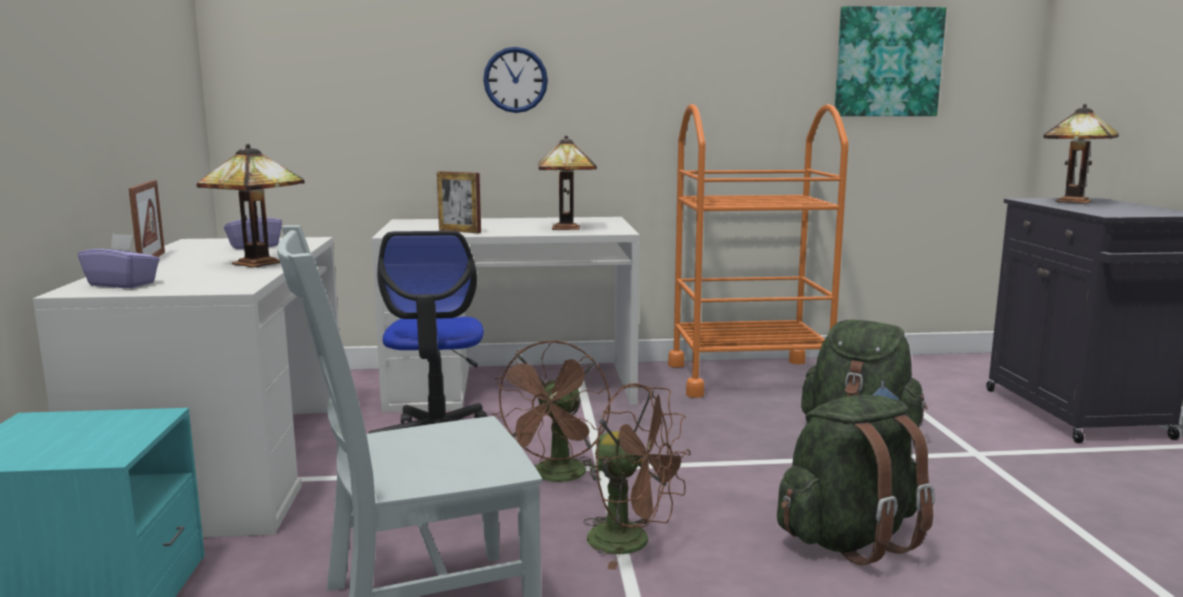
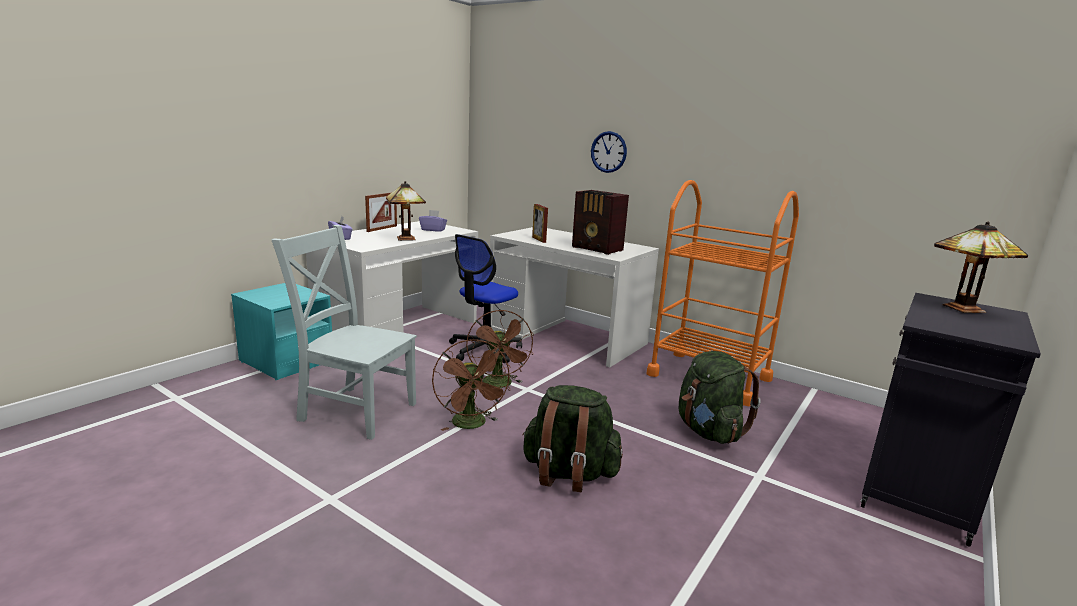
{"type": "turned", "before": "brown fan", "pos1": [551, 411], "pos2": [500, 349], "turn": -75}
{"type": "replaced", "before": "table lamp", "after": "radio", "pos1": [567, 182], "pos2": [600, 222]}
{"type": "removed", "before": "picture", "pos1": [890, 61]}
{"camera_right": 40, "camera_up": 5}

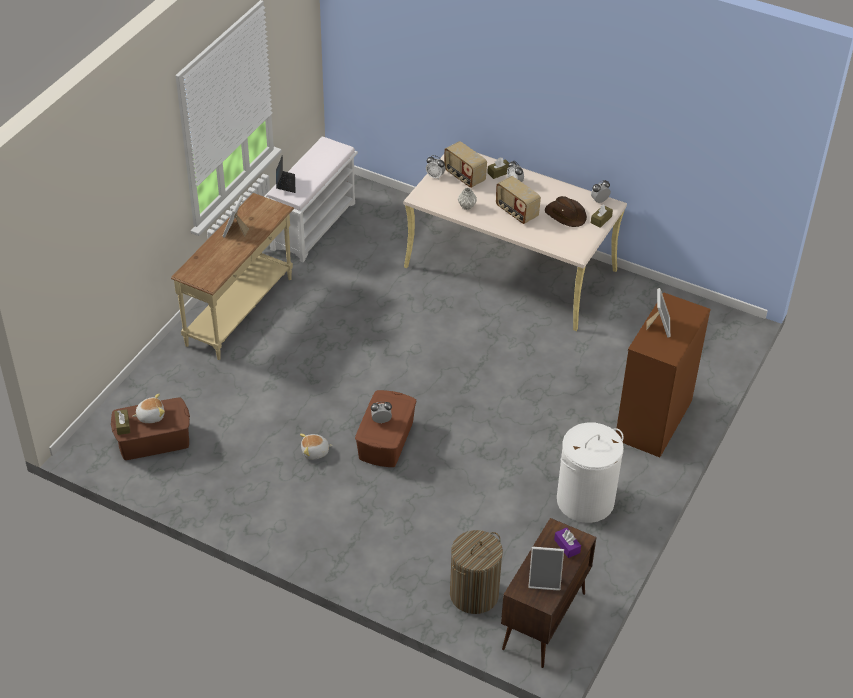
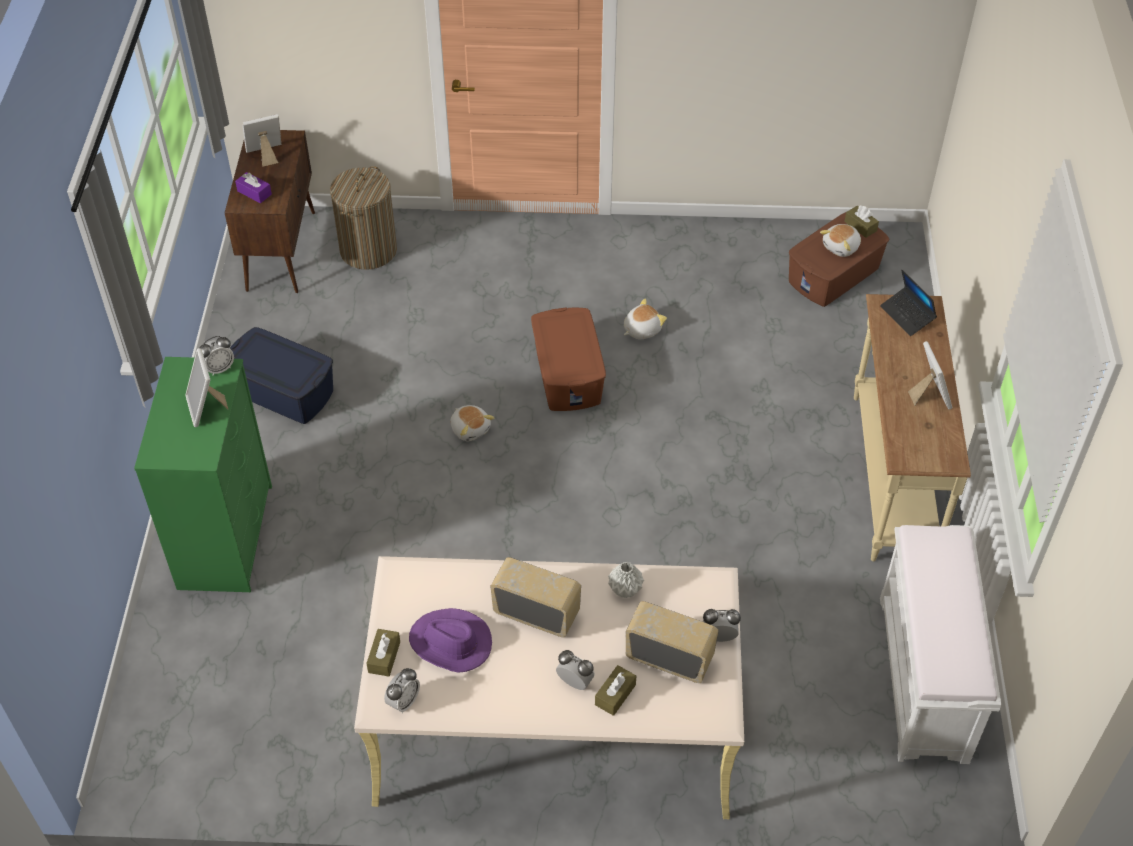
{"type": "moved", "before": "laptop", "pos1": [286, 174], "pos2": [908, 303]}
{"type": "moved", "before": "alarm clock", "pos1": [381, 412], "pos2": [216, 356]}
{"type": "recoloured", "before": "brown hat", "after": "purple hat", "pos1": [566, 211], "pos2": [450, 640]}
{"type": "replaced", "before": "white laundry basket", "after": "blue storage box", "pos1": [590, 472], "pos2": [281, 375]}
{"type": "recoloured", "before": "brown dresser", "after": "green dresser", "pos1": [663, 374], "pos2": [203, 474]}
{"type": "added", "after": "plush toy", "pos2": [472, 423]}
{"camera_right": 155, "camera_up": 5}

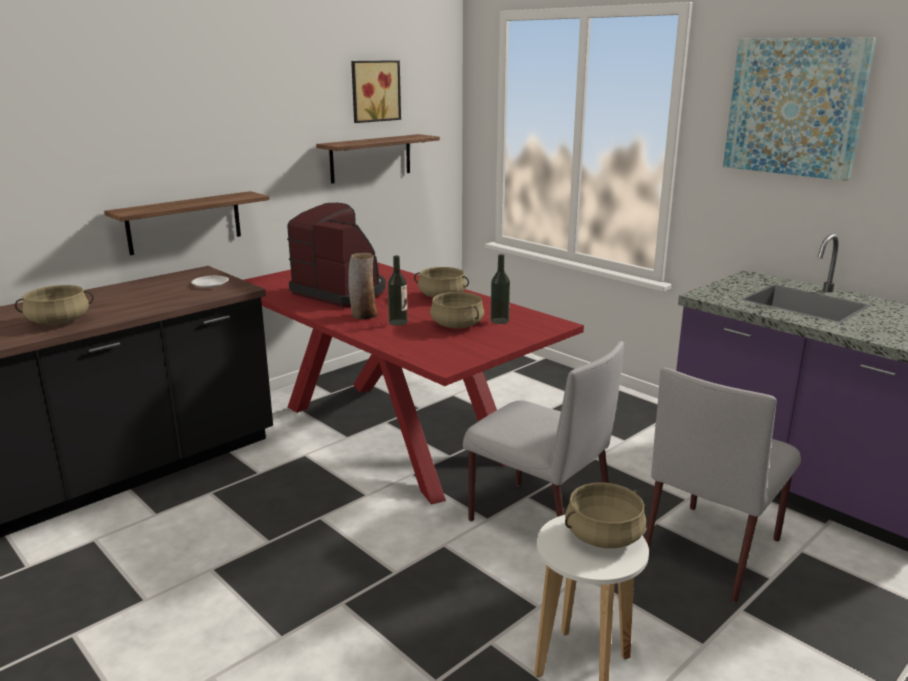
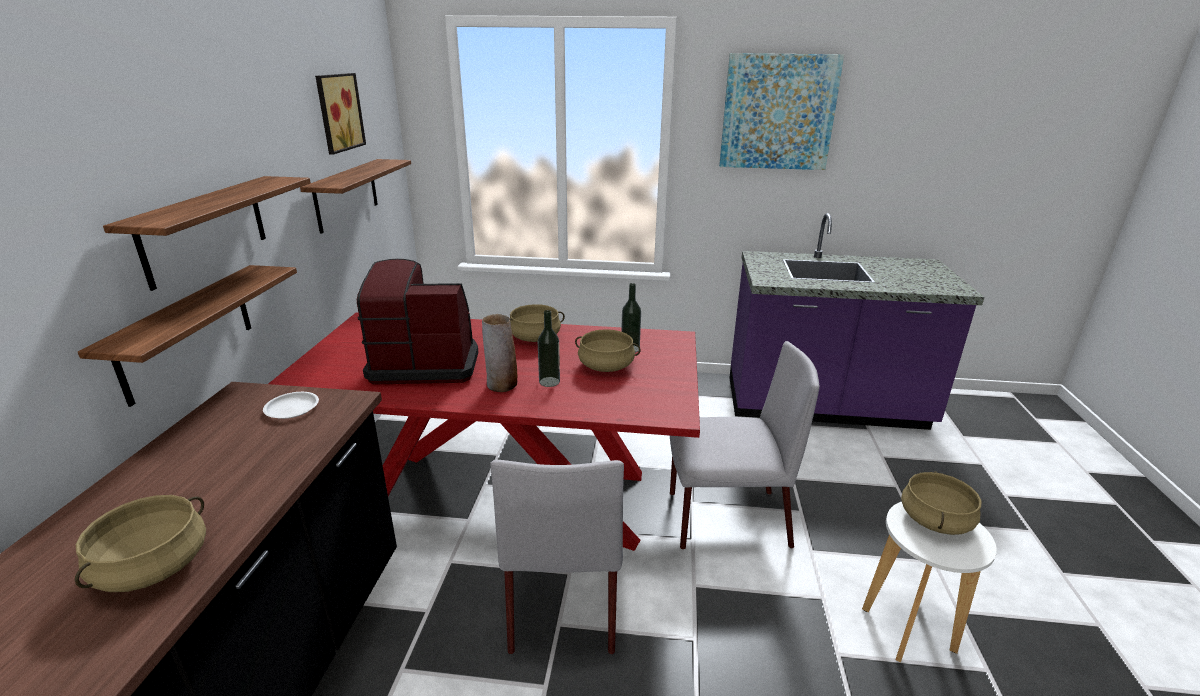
{"type": "moved", "before": "grey chair", "pos1": [723, 485], "pos2": [557, 557]}
{"type": "added", "after": "shelf", "pos2": [207, 233]}
{"camera_right": -40, "camera_up": 5}

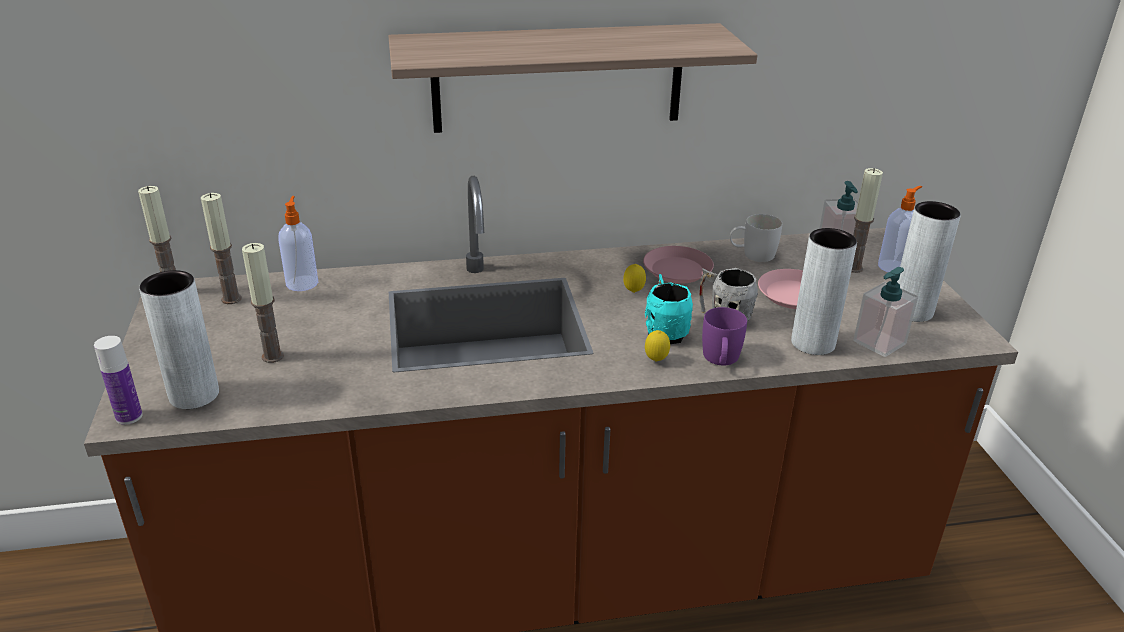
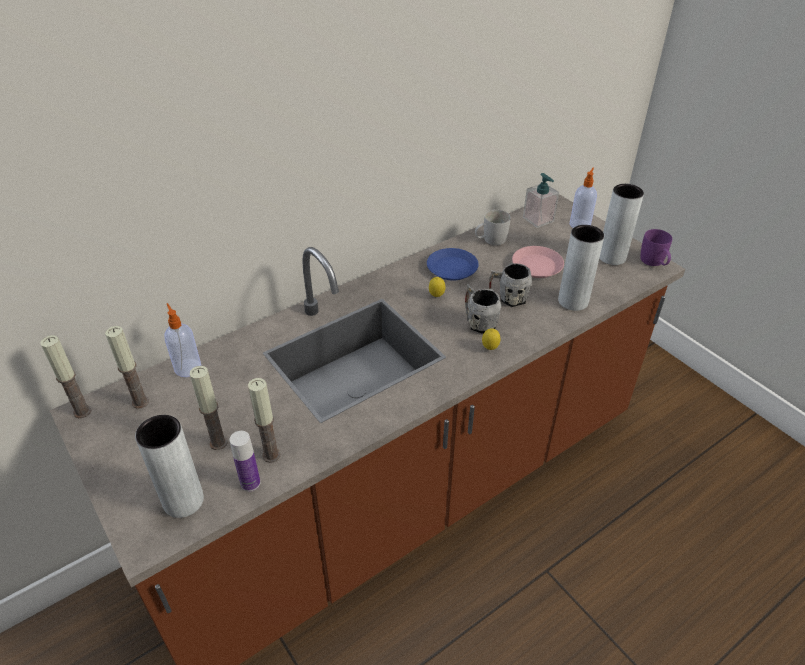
{"type": "moved", "before": "bottle", "pos1": [118, 380], "pos2": [244, 461]}
{"type": "removed", "before": "shelf", "pos1": [572, 78]}
{"type": "recoloured", "before": "pink plate", "after": "blue plate", "pos1": [678, 265], "pos2": [453, 264]}
{"type": "recoloured", "before": "turquoise mug", "after": "grey mug", "pos1": [669, 309], "pos2": [483, 309]}
{"type": "moved", "before": "purple mug", "pos1": [724, 336], "pos2": [656, 247]}
{"type": "moved", "before": "candle", "pos1": [867, 220], "pos2": [264, 420]}
{"type": "removed", "before": "soap dispenser", "pos1": [885, 312]}
{"camera_right": -25, "camera_up": 10}

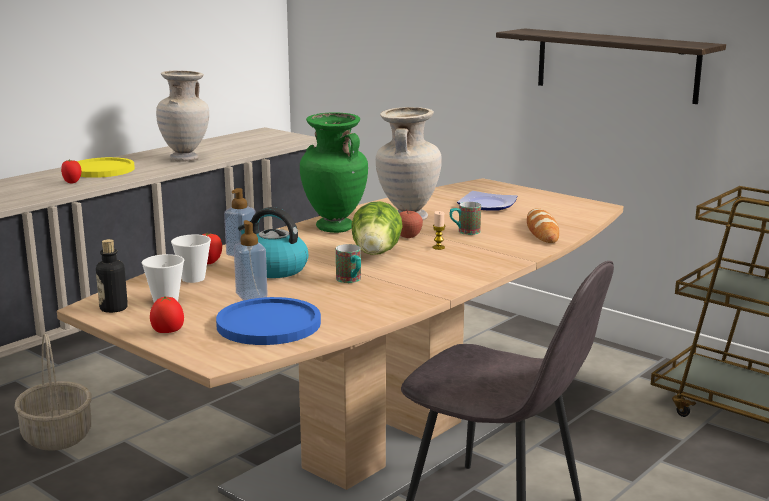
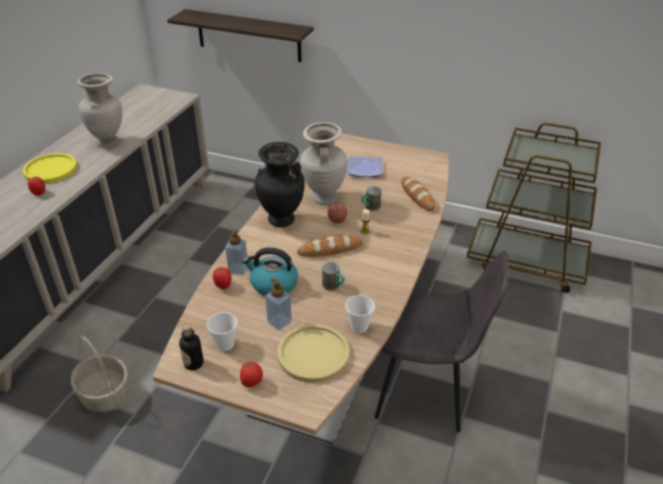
{"type": "moved", "before": "cup", "pos1": [191, 259], "pos2": [360, 314]}
{"type": "recoloured", "before": "blue plate", "after": "yellow plate", "pos1": [268, 321], "pos2": [313, 353]}
{"type": "recoloured", "before": "green vase", "after": "black vase", "pos1": [334, 173], "pos2": [280, 184]}
{"type": "replaced", "before": "lettuce", "after": "bread", "pos1": [377, 228], "pos2": [330, 246]}
{"type": "moved", "before": "shelf", "pos1": [611, 66], "pos2": [240, 35]}
{"camera_right": -20, "camera_up": 20}

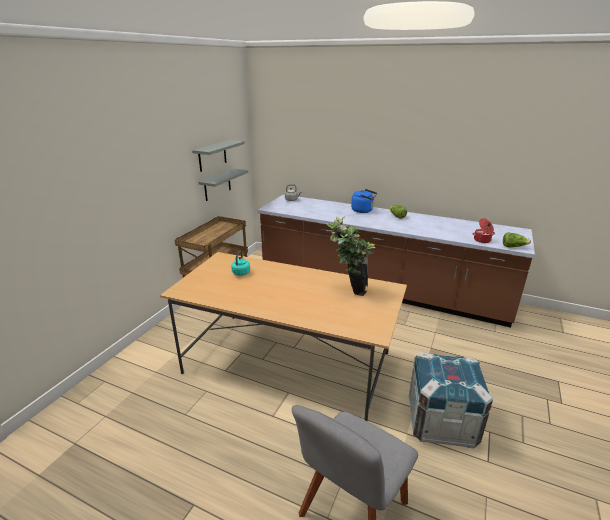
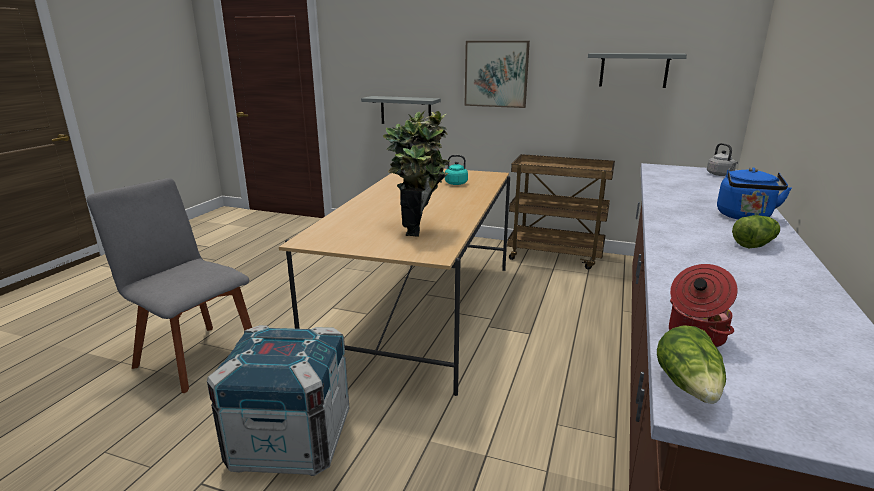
{"type": "moved", "before": "grey shelf", "pos1": [223, 184], "pos2": [401, 110]}
{"type": "added", "after": "picture", "pos2": [497, 74]}
{"camera_right": 85, "camera_up": -5}

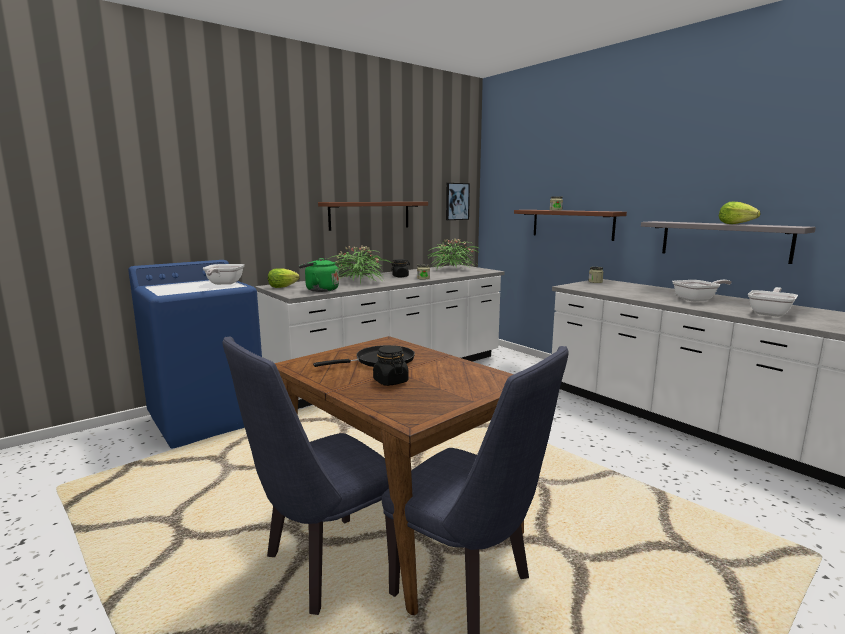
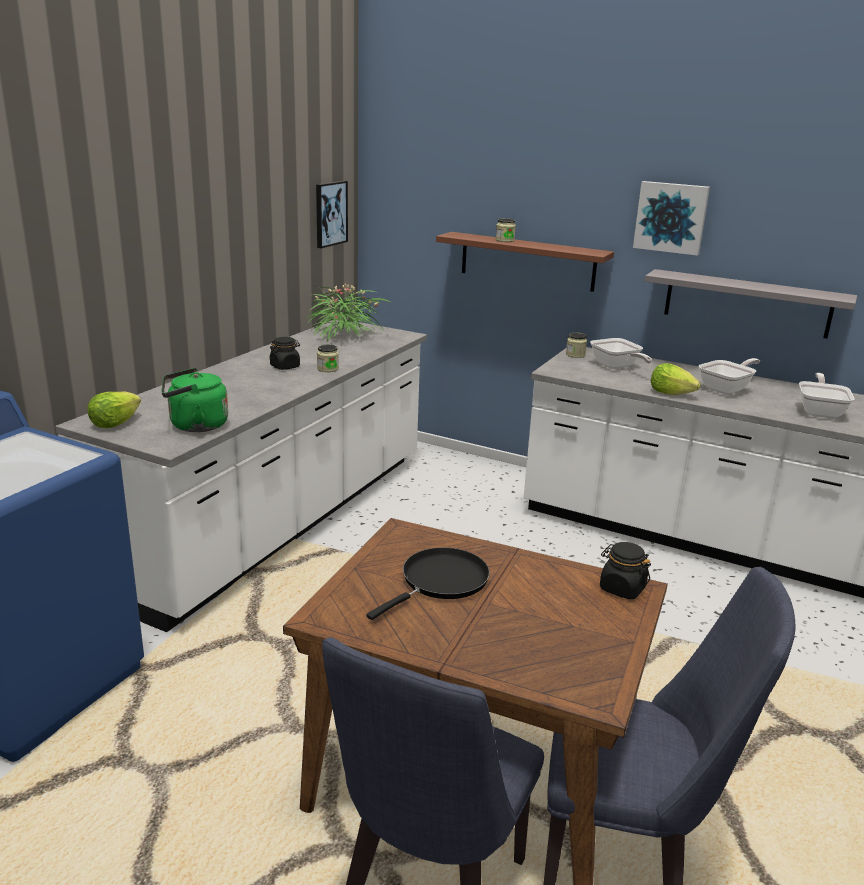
{"type": "moved", "before": "frying pan", "pos1": [224, 274], "pos2": [621, 353]}
{"type": "removed", "before": "brown shelf", "pos1": [373, 216]}
{"type": "removed", "before": "potted plant", "pos1": [360, 264]}
{"type": "moved", "before": "black jar", "pos1": [391, 366], "pos2": [625, 570]}
{"type": "moved", "before": "lettuce", "pos1": [740, 213], "pos2": [675, 379]}
{"type": "added", "after": "picture", "pos2": [671, 218]}
{"camera_right": -25, "camera_up": 10}

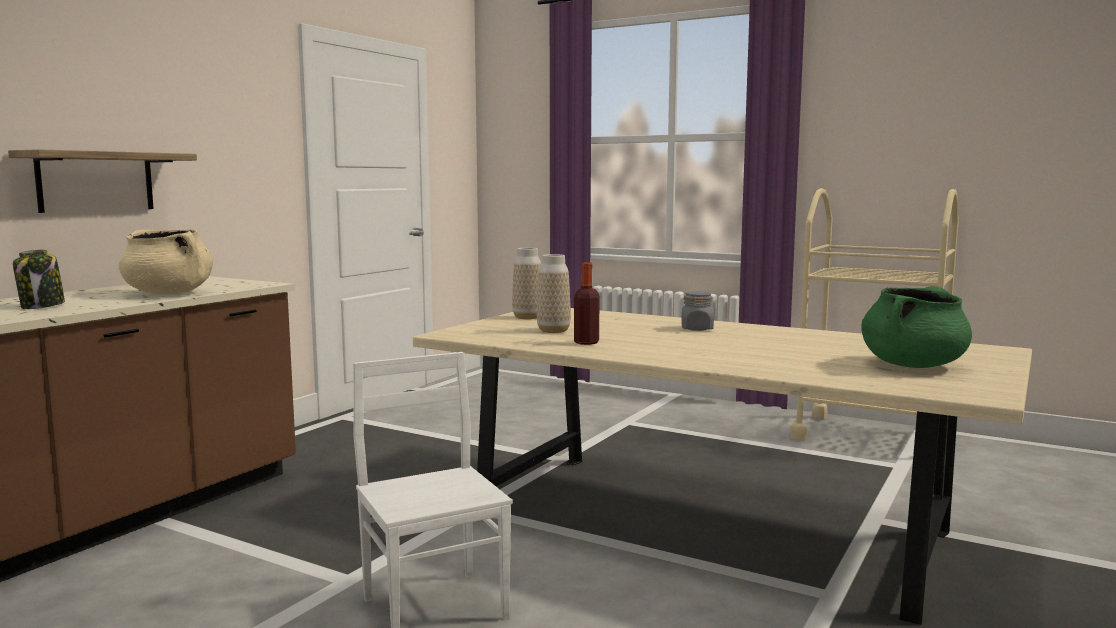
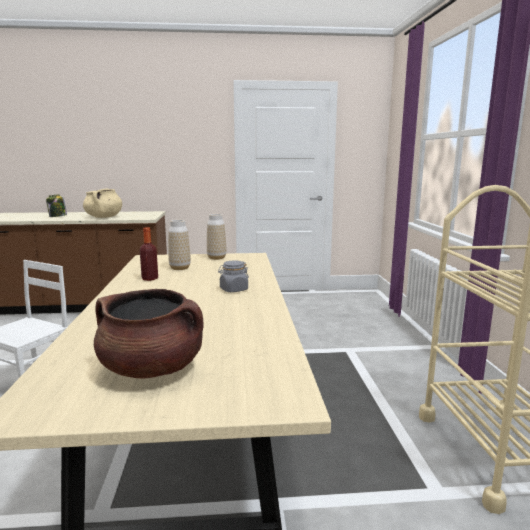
{"type": "removed", "before": "shelf", "pos1": [102, 181]}
{"type": "recoloured", "before": "green cooking pot", "after": "brown cooking pot", "pos1": [916, 327], "pos2": [149, 333]}
{"camera_right": 55, "camera_up": 5}

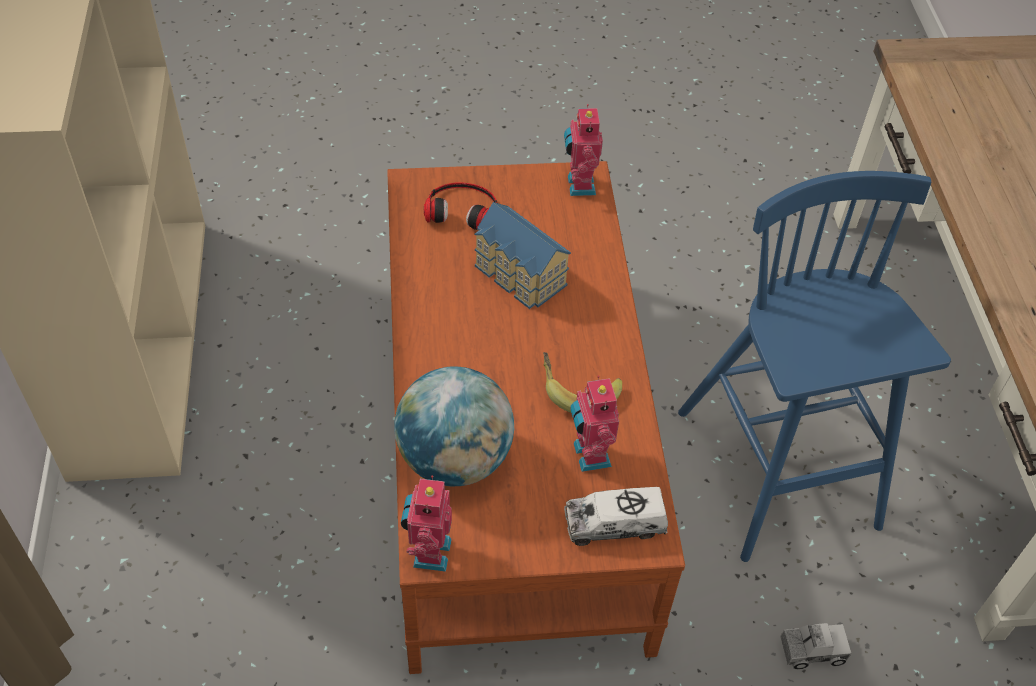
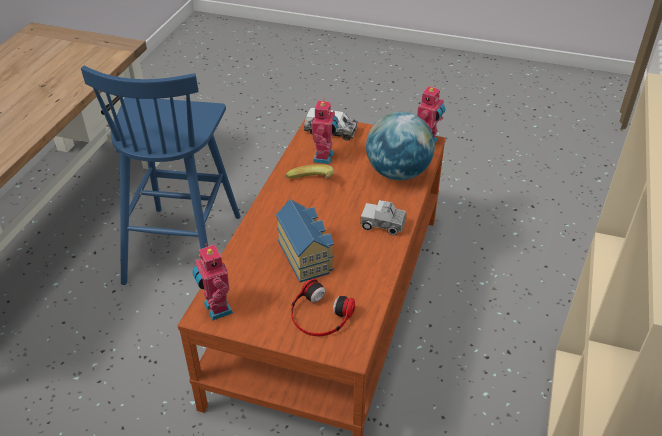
{"type": "turned", "before": "toy robot", "pos1": [583, 150], "pos2": [212, 282], "turn": 135}
{"type": "moved", "before": "toy truck", "pos1": [815, 646], "pos2": [383, 217]}
{"camera_right": -155, "camera_up": -10}

